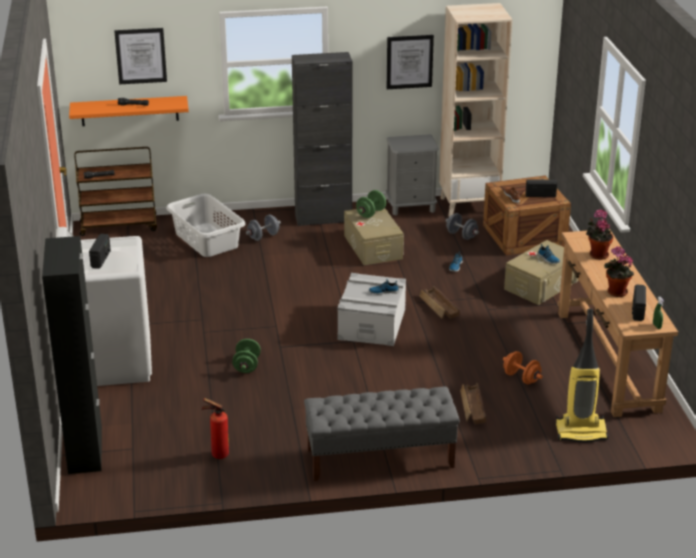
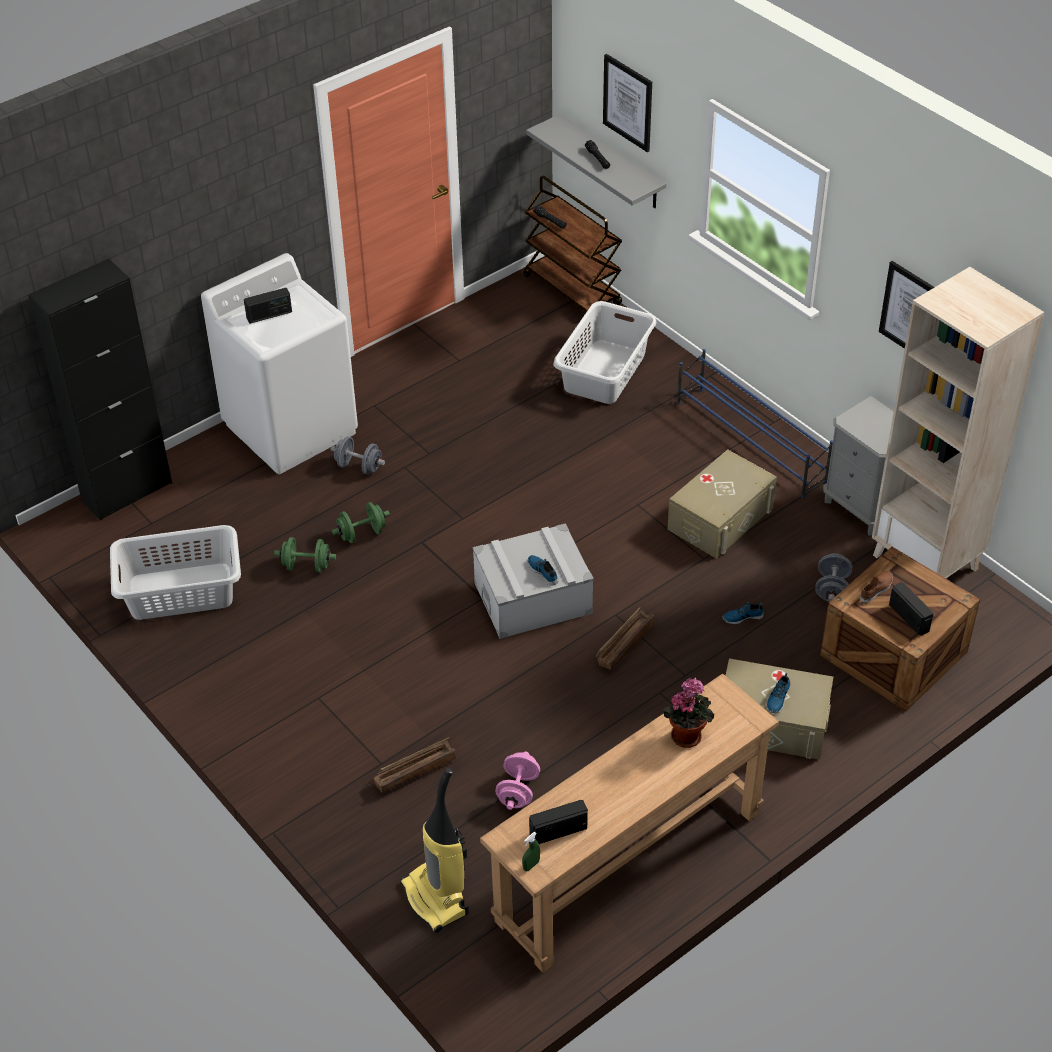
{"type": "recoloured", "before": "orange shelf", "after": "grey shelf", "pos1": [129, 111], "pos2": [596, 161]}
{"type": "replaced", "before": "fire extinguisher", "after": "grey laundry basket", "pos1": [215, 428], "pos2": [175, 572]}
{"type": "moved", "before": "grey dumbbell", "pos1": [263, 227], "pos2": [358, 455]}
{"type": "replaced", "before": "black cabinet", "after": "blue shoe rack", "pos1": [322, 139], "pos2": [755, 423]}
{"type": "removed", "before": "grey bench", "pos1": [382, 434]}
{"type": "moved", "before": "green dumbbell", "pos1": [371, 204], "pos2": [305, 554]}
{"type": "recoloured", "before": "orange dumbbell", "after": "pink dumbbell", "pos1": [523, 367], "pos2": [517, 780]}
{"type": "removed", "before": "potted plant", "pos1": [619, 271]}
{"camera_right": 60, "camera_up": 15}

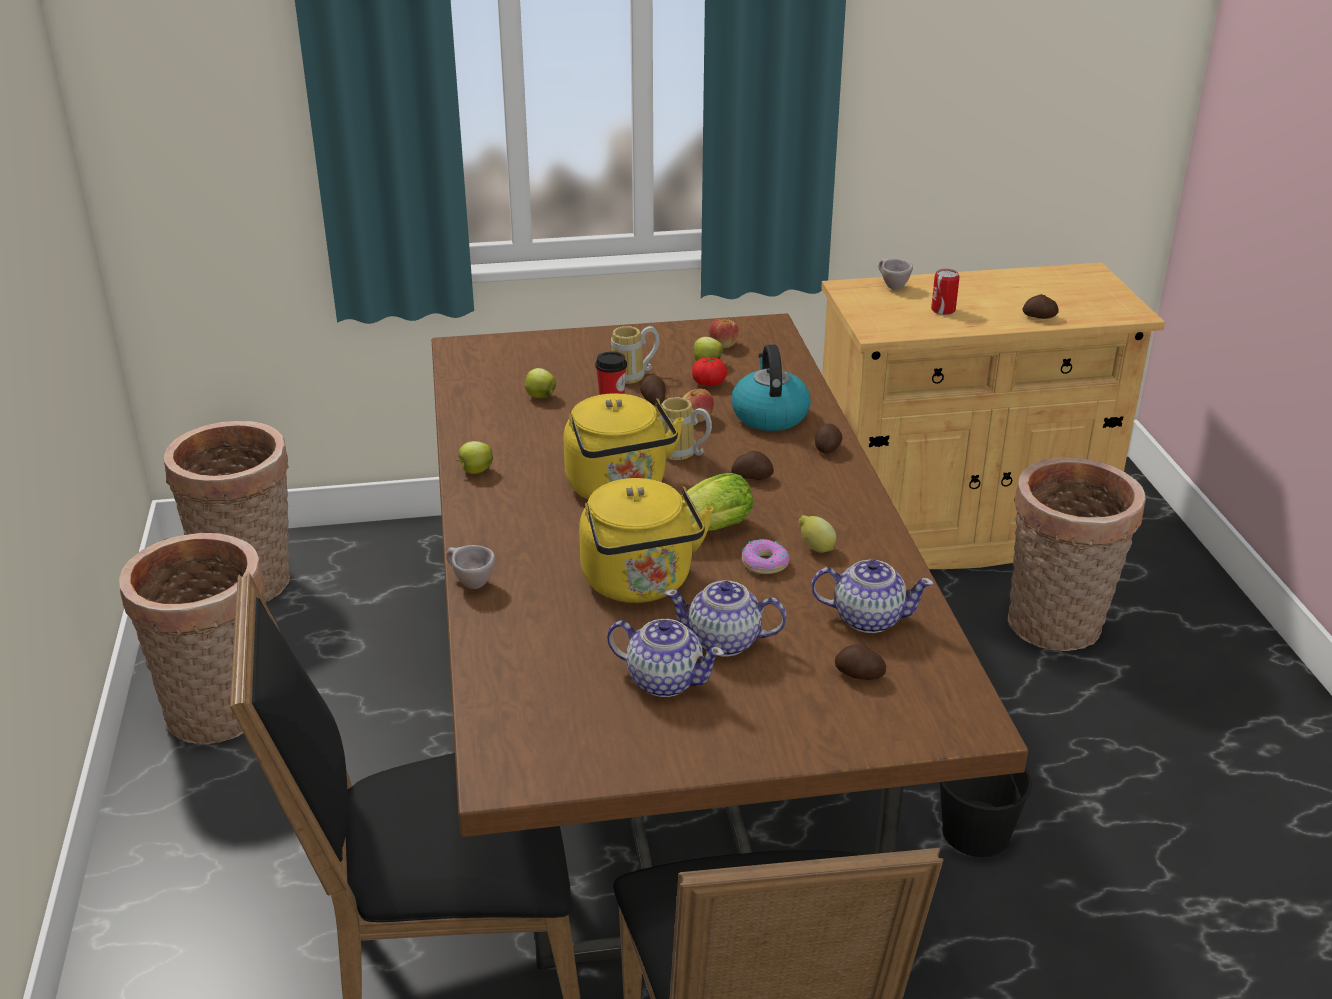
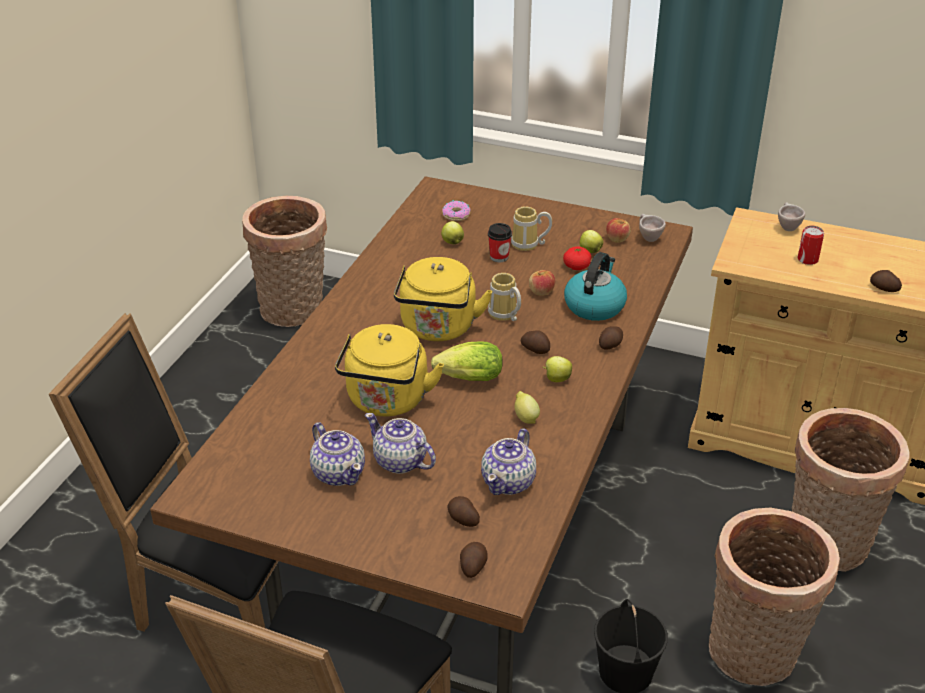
{"type": "moved", "before": "basket", "pos1": [191, 638], "pos2": [774, 597]}
{"type": "moved", "before": "beige cup", "pos1": [470, 567], "pos2": [652, 228]}
{"type": "moved", "before": "apple", "pos1": [474, 457], "pos2": [557, 369]}
{"type": "moved", "before": "potato", "pos1": [653, 390], "pos2": [474, 560]}
{"type": "moved", "before": "donut", "pos1": [766, 556], "pos2": [456, 210]}
{"type": "turned", "before": "teapot", "pos1": [872, 596], "pos2": [508, 461], "turn": 75}
{"camera_right": 30, "camera_up": 5}

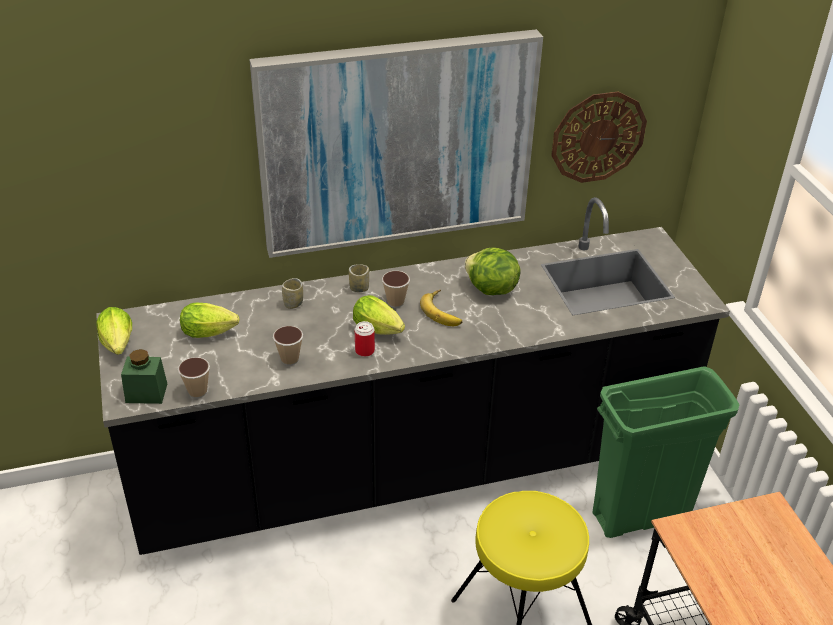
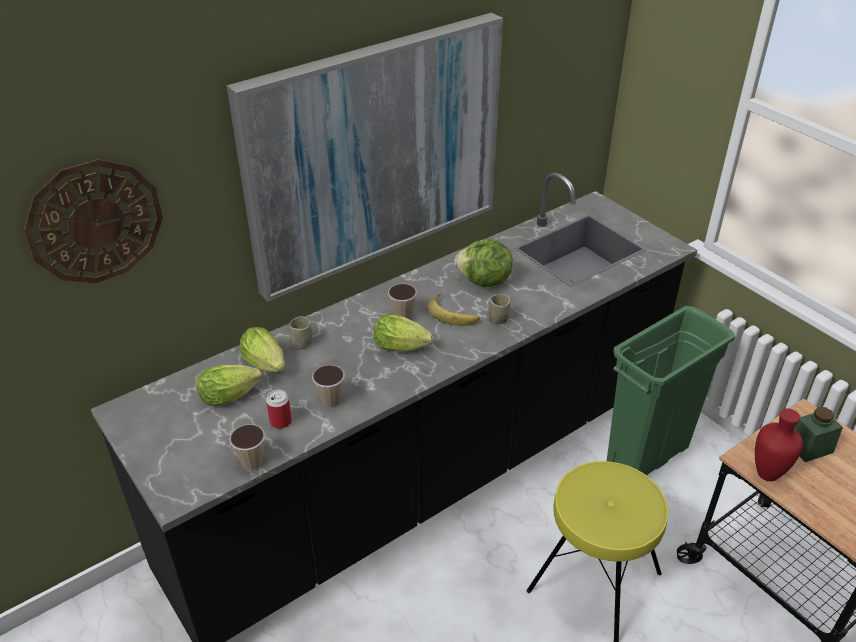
{"type": "moved", "before": "lettuce", "pos1": [114, 331], "pos2": [262, 349]}
{"type": "moved", "before": "green jar", "pos1": [144, 376], "pos2": [818, 434]}
{"type": "moved", "before": "cup", "pos1": [359, 278], "pos2": [500, 309]}
{"type": "moved", "before": "can", "pos1": [365, 339], "pos2": [279, 409]}
{"type": "moved", "before": "wall clock", "pos1": [599, 137], "pos2": [93, 221]}
{"type": "added", "after": "red vase", "pos2": [779, 444]}
{"camera_right": -20, "camera_up": 0}

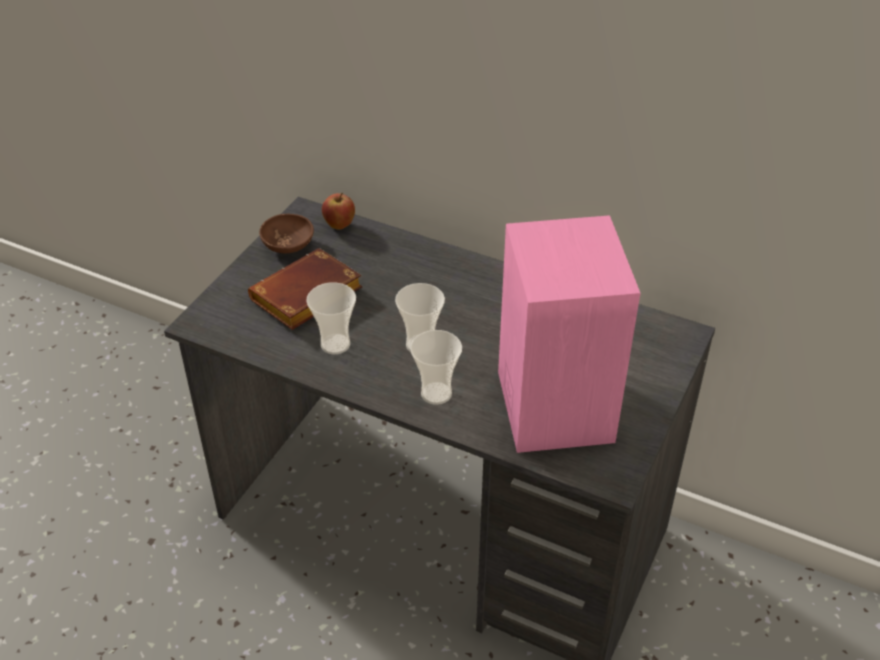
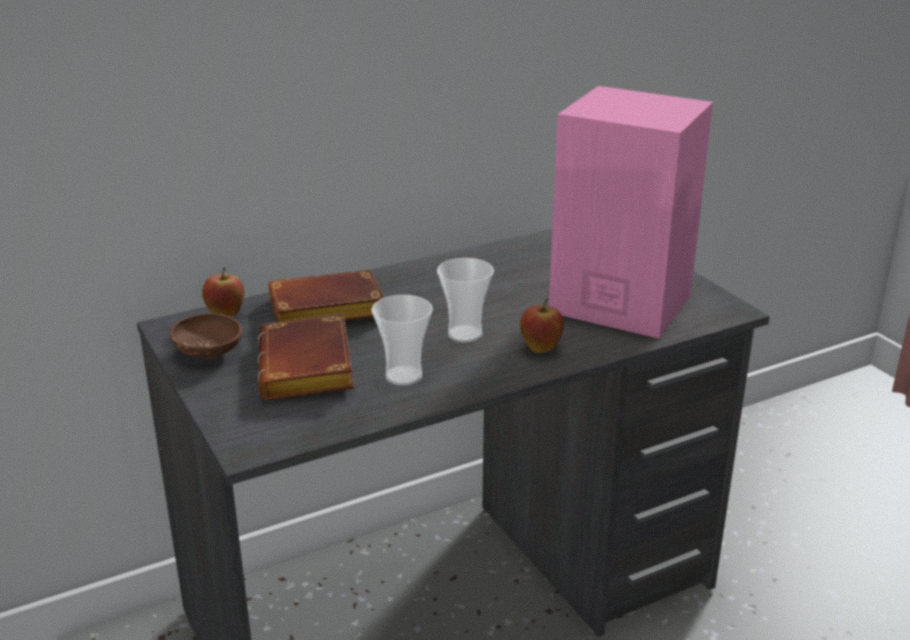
{"type": "replaced", "before": "cup", "after": "apple", "pos1": [436, 367], "pos2": [542, 326]}
{"type": "added", "after": "brown book", "pos2": [326, 296]}
{"camera_right": -55, "camera_up": -15}

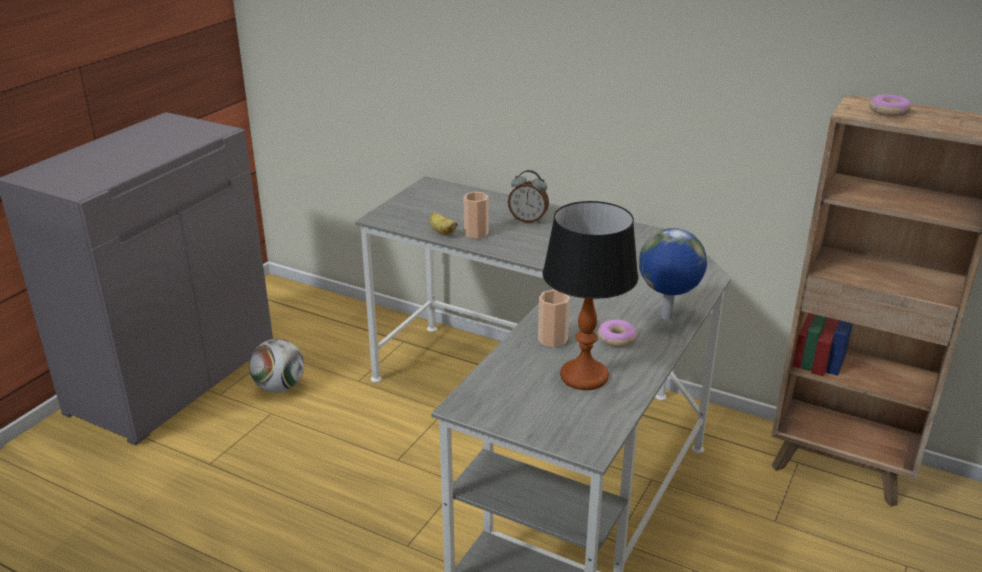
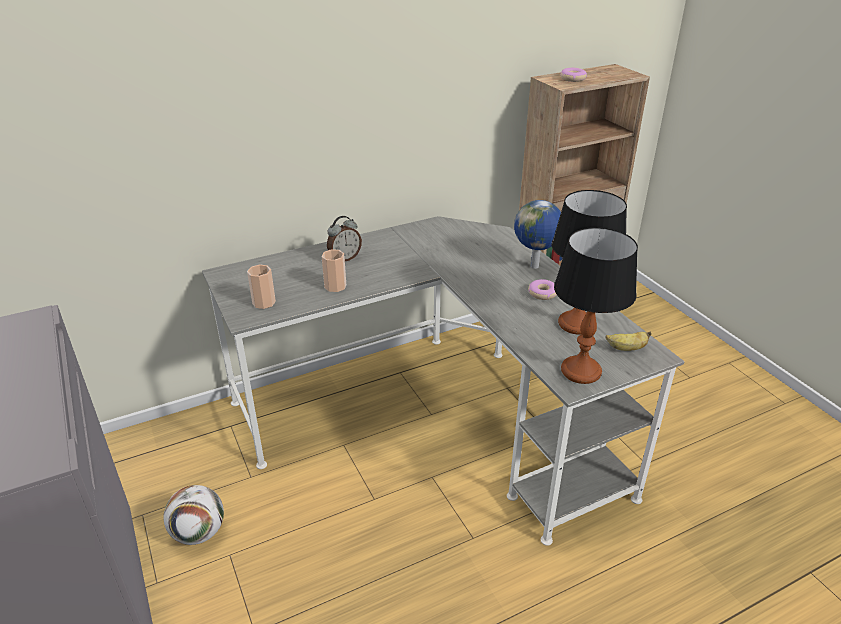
{"type": "moved", "before": "banana", "pos1": [443, 223], "pos2": [628, 341]}
{"type": "moved", "before": "cup", "pos1": [554, 319], "pos2": [261, 286]}
{"type": "added", "after": "table lamp", "pos2": [596, 305]}
{"camera_right": -55, "camera_up": 5}

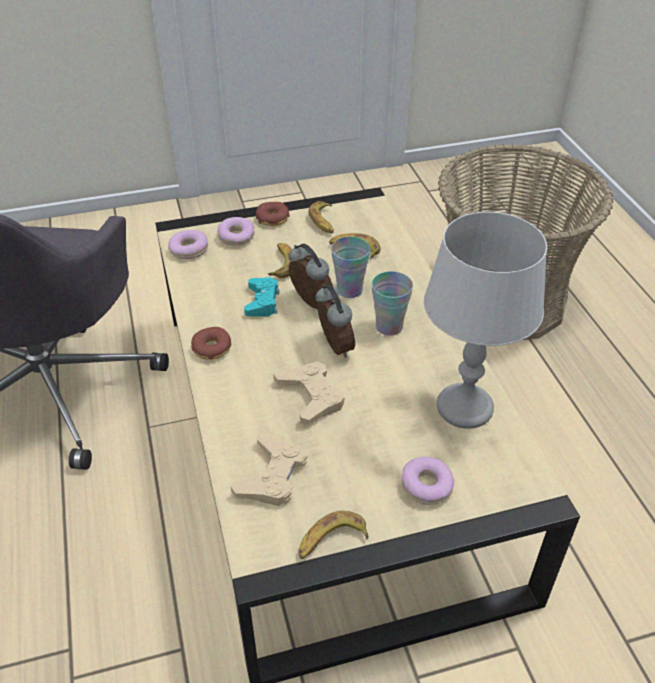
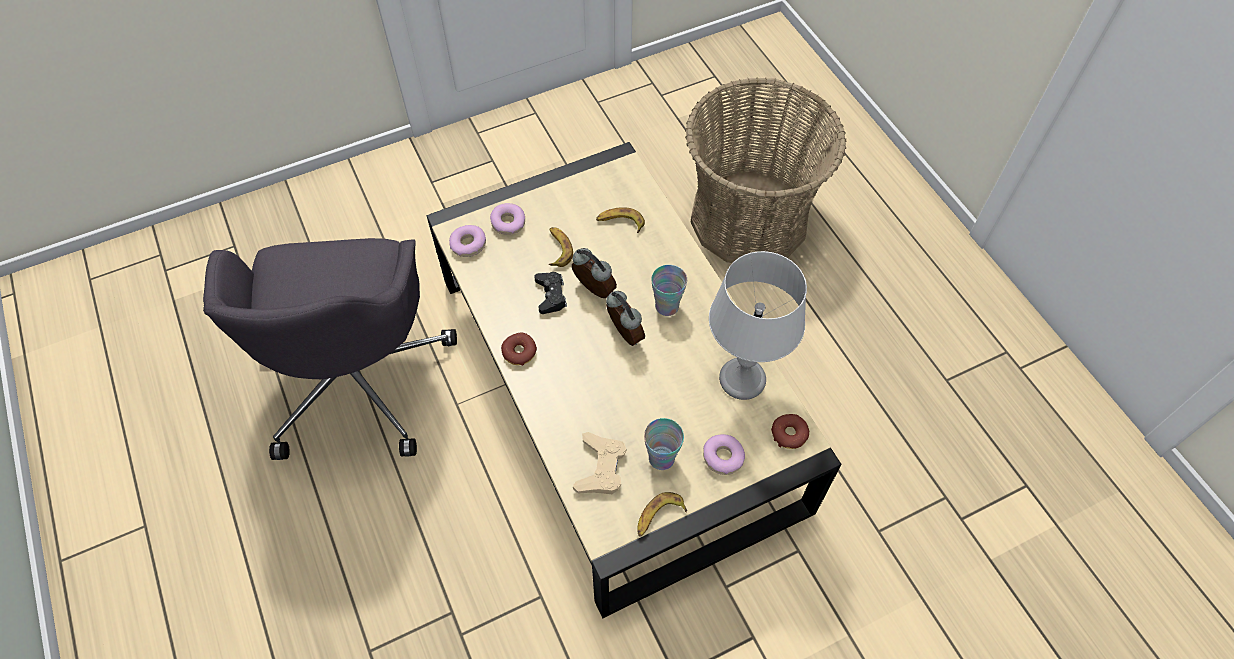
{"type": "recoloured", "before": "turquoise game controller", "after": "black game controller", "pos1": [261, 297], "pos2": [550, 293]}
{"type": "moved", "before": "donut", "pos1": [273, 214], "pos2": [790, 431]}
{"type": "removed", "before": "beige game controller", "pos1": [309, 392]}
{"type": "removed", "before": "banana", "pos1": [321, 217]}
{"type": "moved", "before": "cup", "pos1": [350, 267], "pos2": [664, 444]}
{"camera_right": -10, "camera_up": 15}

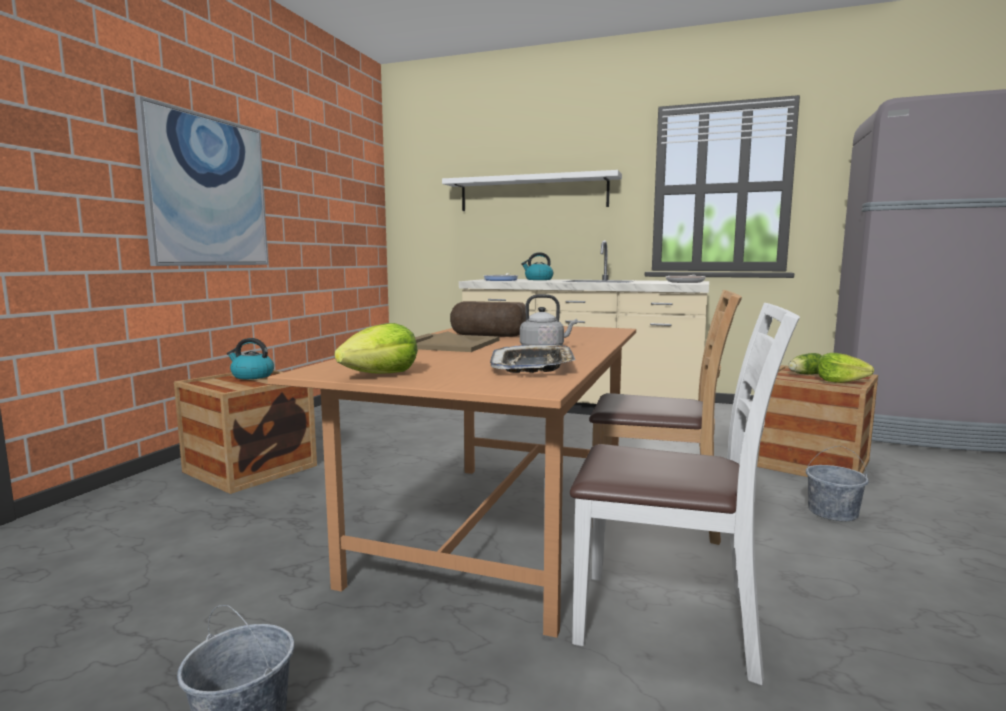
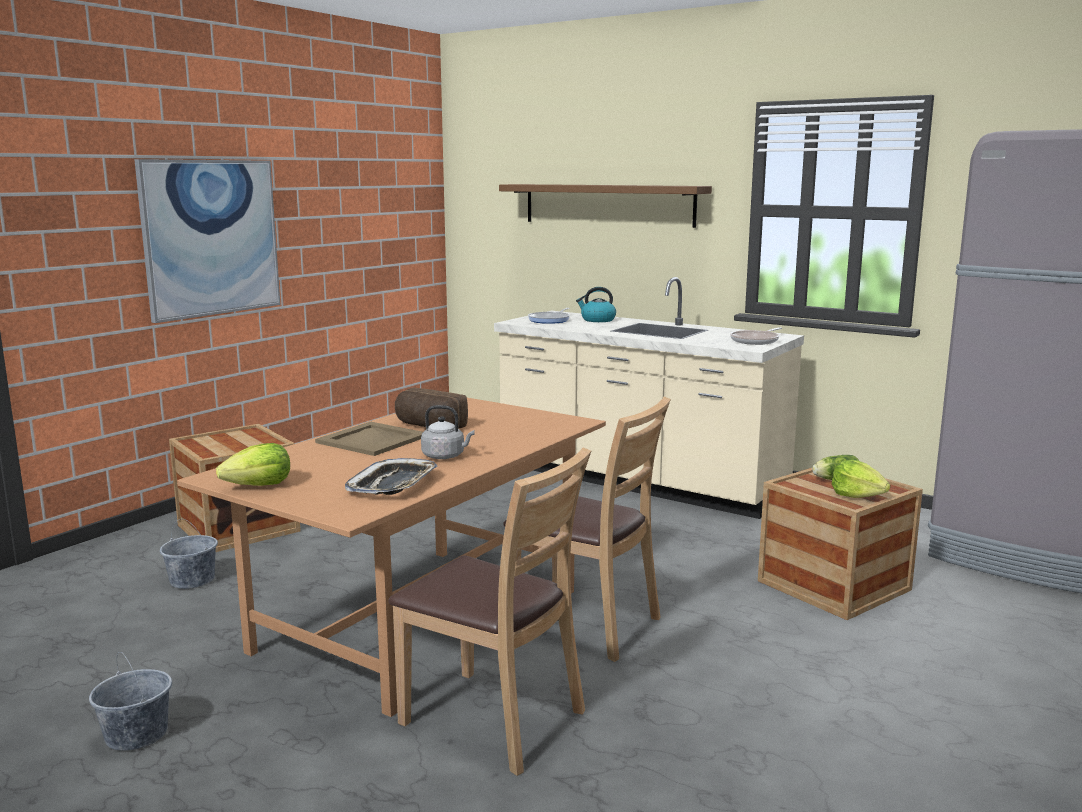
{"type": "removed", "before": "kettle", "pos1": [250, 358]}
{"type": "recoloured", "before": "white shelf", "after": "brown shelf", "pos1": [532, 190], "pos2": [605, 206]}
{"type": "recoloured", "before": "white chair", "after": "brown chair", "pos1": [685, 494], "pos2": [490, 611]}
{"type": "moved", "before": "grey bucket", "pos1": [837, 483], "pos2": [189, 554]}
{"camera_right": 15, "camera_up": 5}

